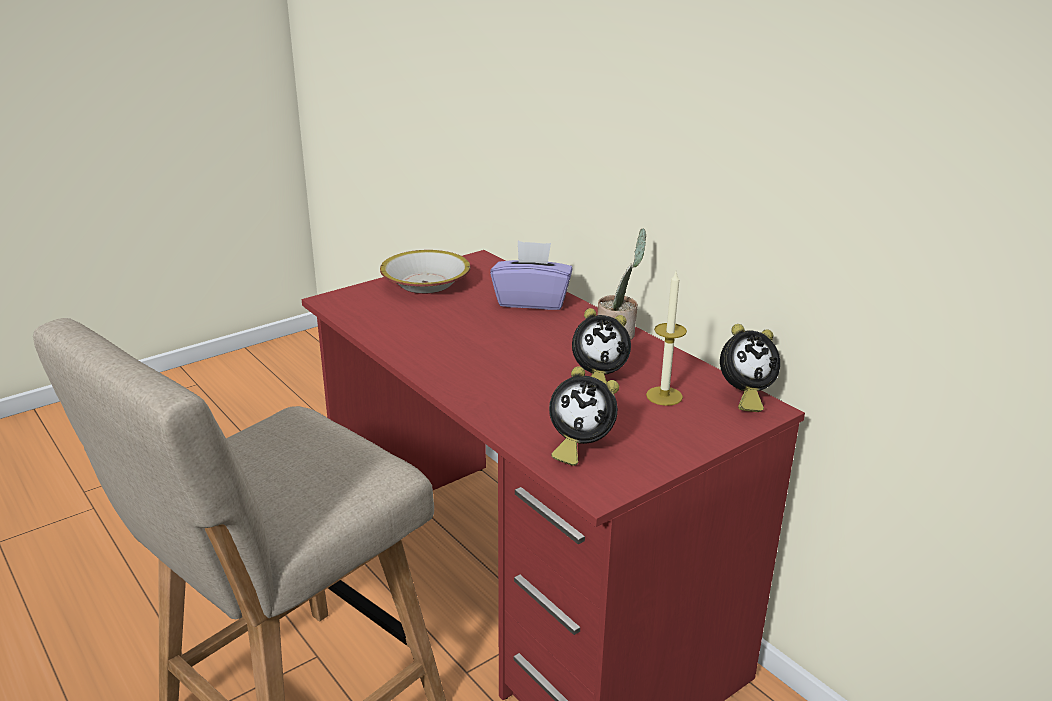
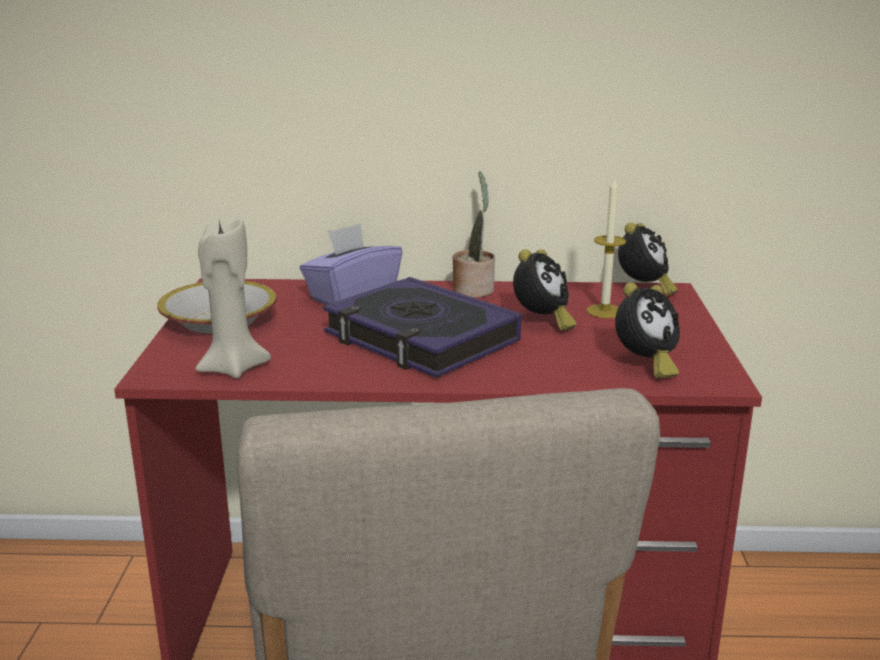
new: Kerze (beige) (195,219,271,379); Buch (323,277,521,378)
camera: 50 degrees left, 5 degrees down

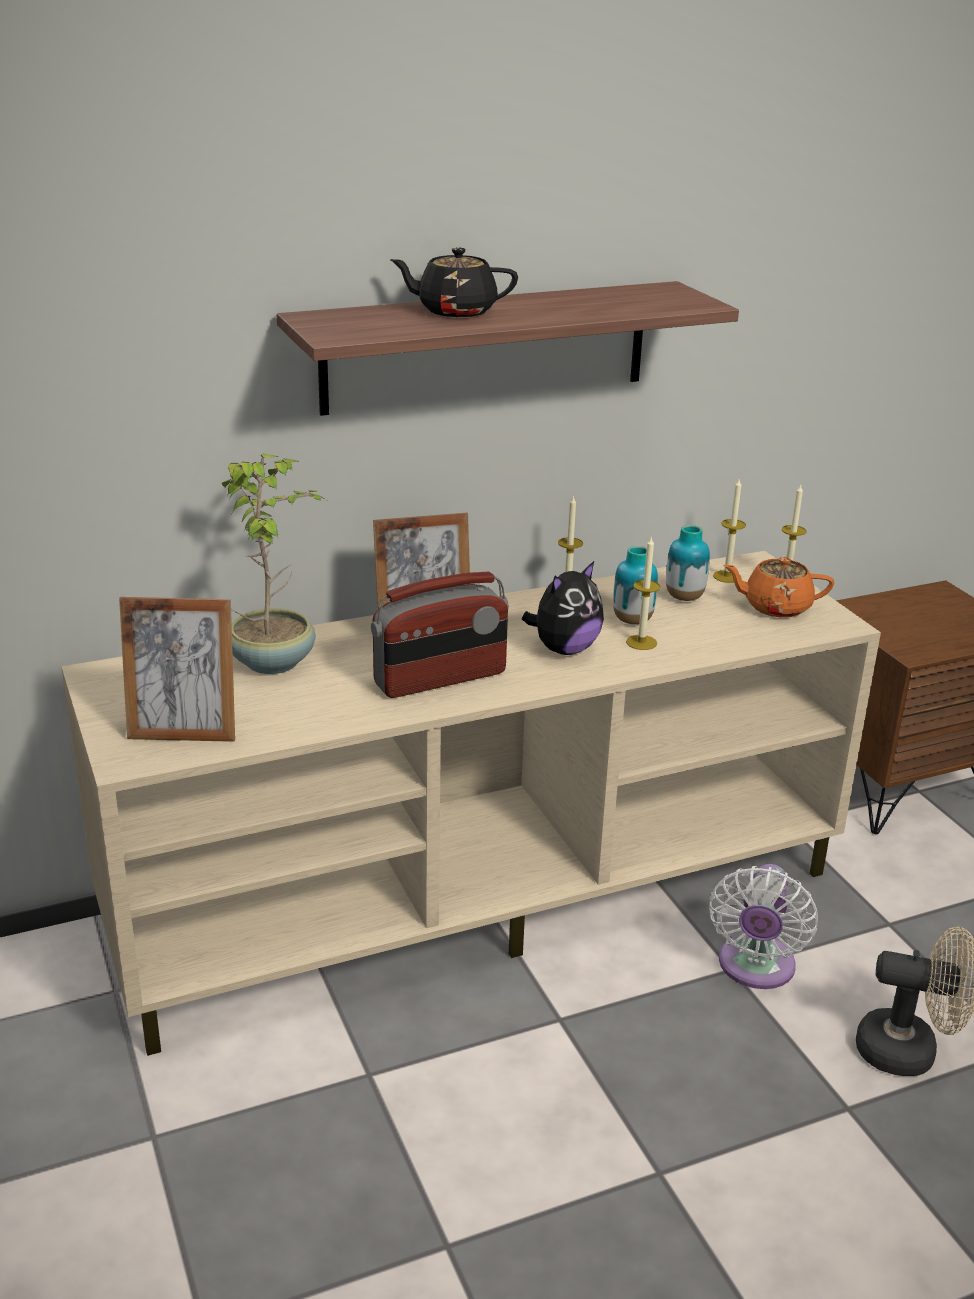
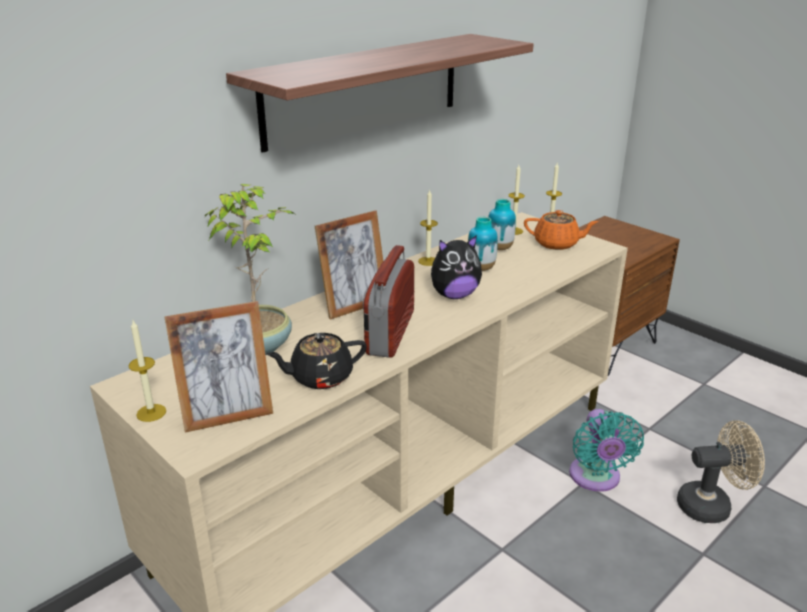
shifted: Teekanne (schwarz) (390,248,518,317) to (266,333,367,389); Kerze (626,537,660,650) to (128,321,166,422)
repainted: Ventilator (weiß) (709,864,818,989) to Ventilator (türkis) (569,409,644,492)
rotated: Teekanne (orange) (723,557,834,618) = (524,210,598,250) 150 degrees counterclockwise; Plüschtier (522,561,604,655) = (431,235,482,299) 45 degrees clockwise; Radio (371,572,509,698) = (363,245,414,358) 150 degrees clockwise
camera: 20 degrees left, 0 degrees up

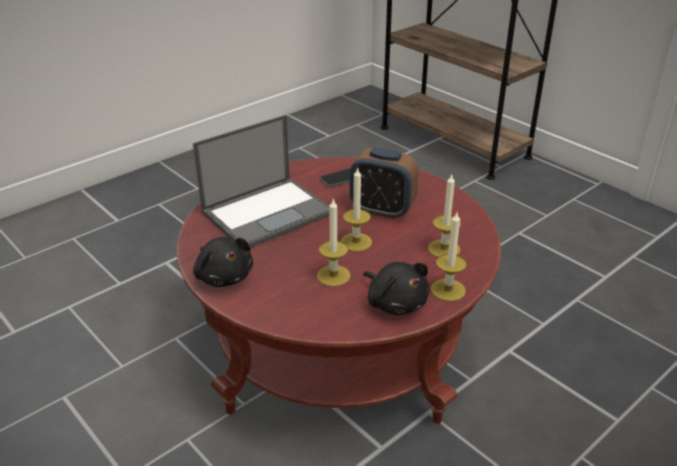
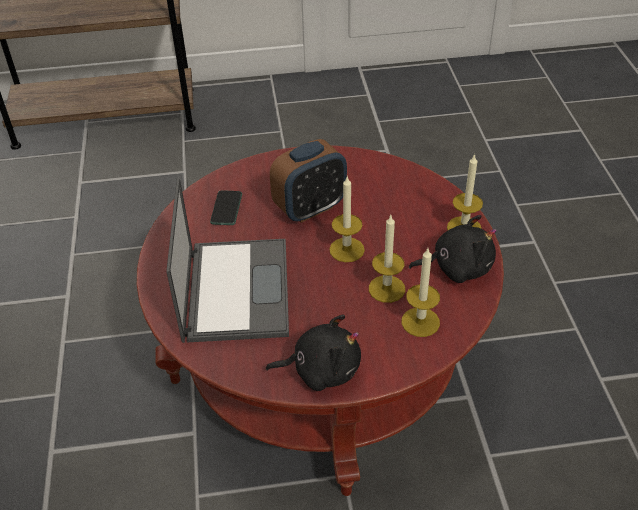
shifted: Kerze (428,175,461,257) to (402,248,440,337)
camera: 55 degrees left, 10 degrees up

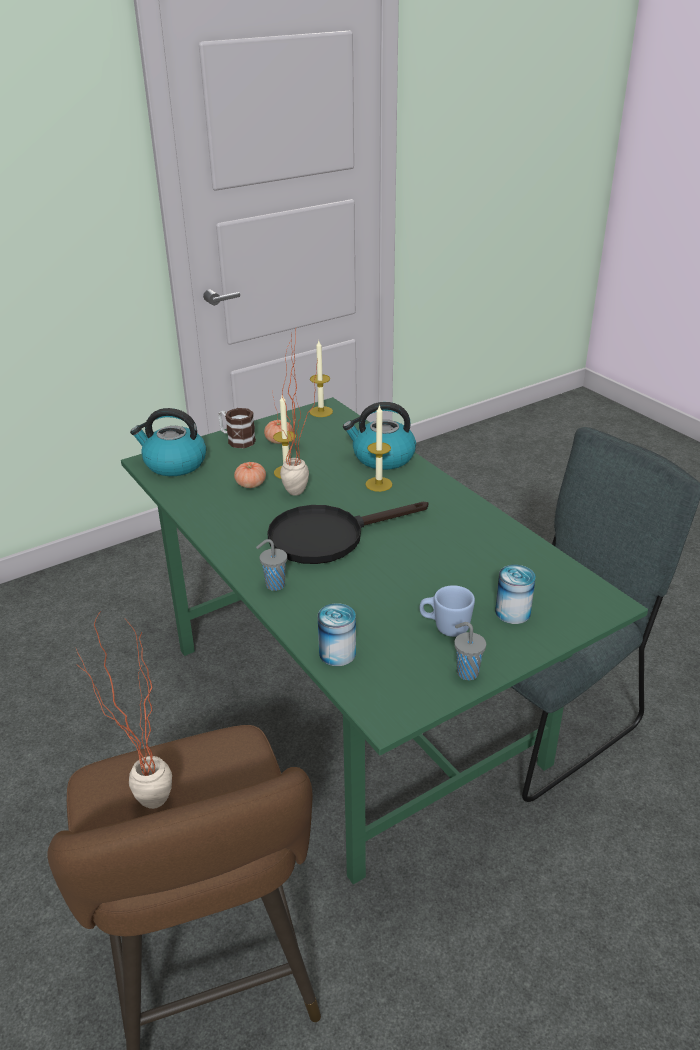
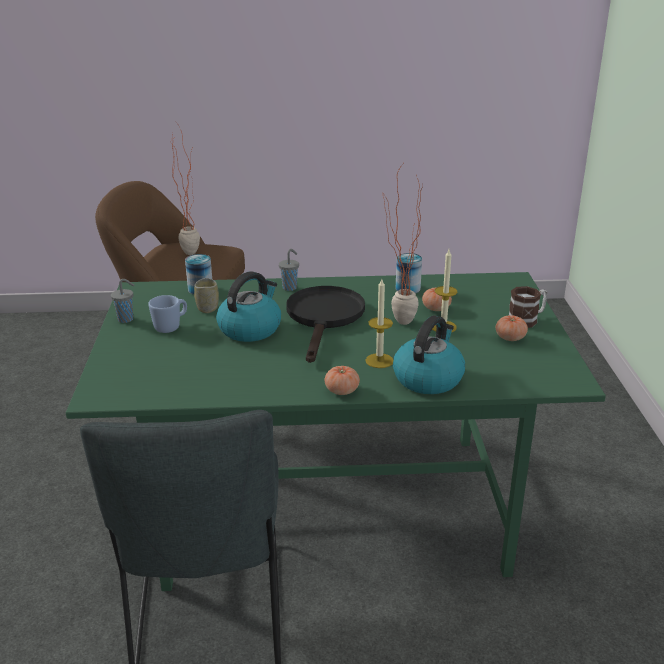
gone: Kerze (310,341,333,417)
new: Tasse (194,278,219,313); Tomate (325,366,360,395)
shifted: Wasserkessel (130,408,206,476) to (216,271,281,342); Dose (495,565,536,624) to (396,253,422,293)
camera: 120 degrees right, 5 degrees down

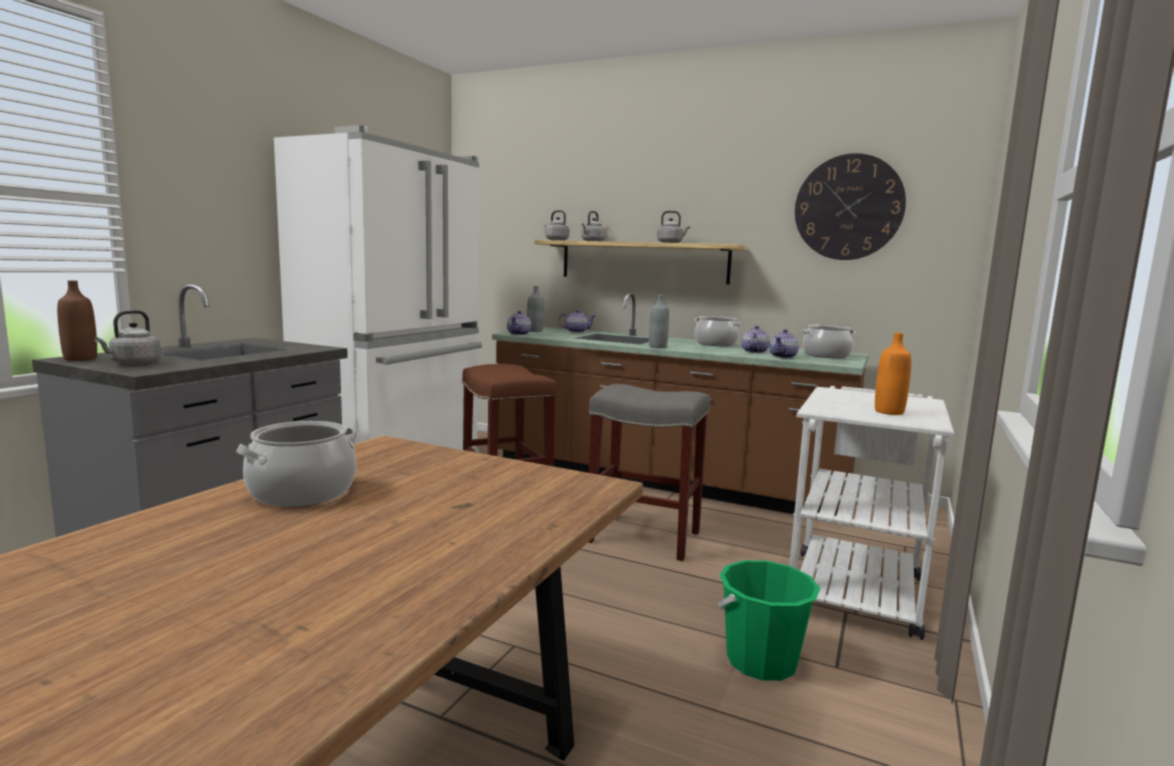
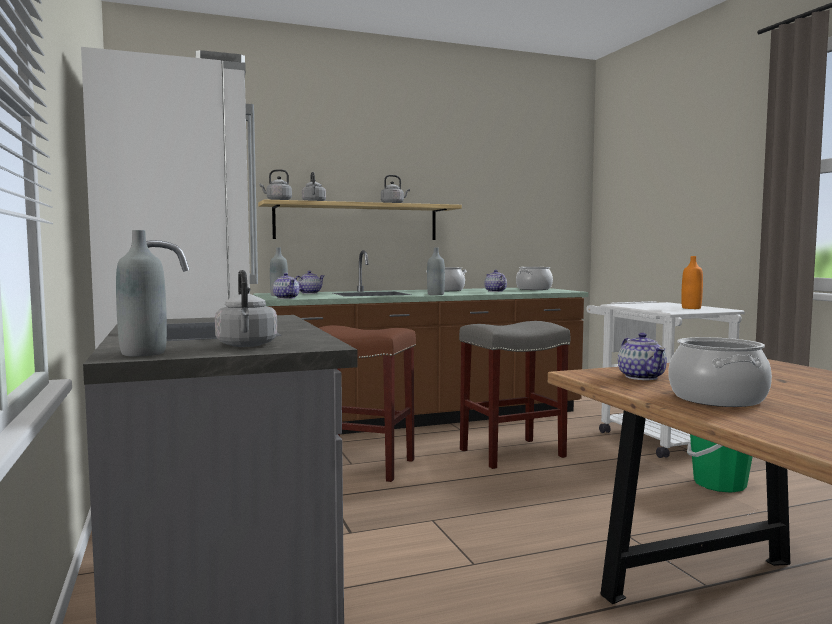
gone: Wanduhr (795,153,906,260)
shifted: Teekanne (769,329,799,358) to (618,332,667,380)
repainted: Flasche (braun) (57,281,97,361) to Flasche (grau) (116,230,167,357)
camera: 45 degrees left, 5 degrees down

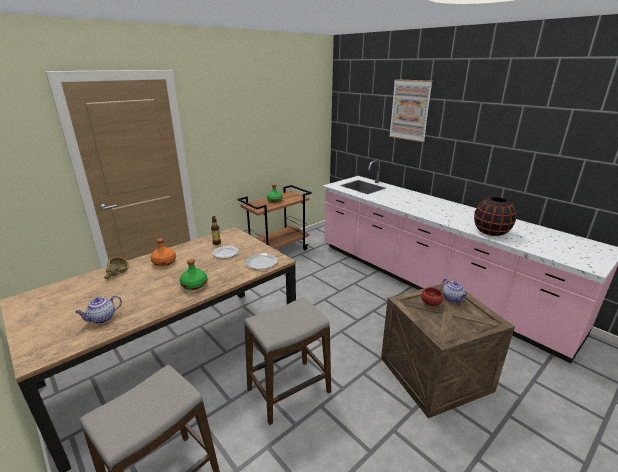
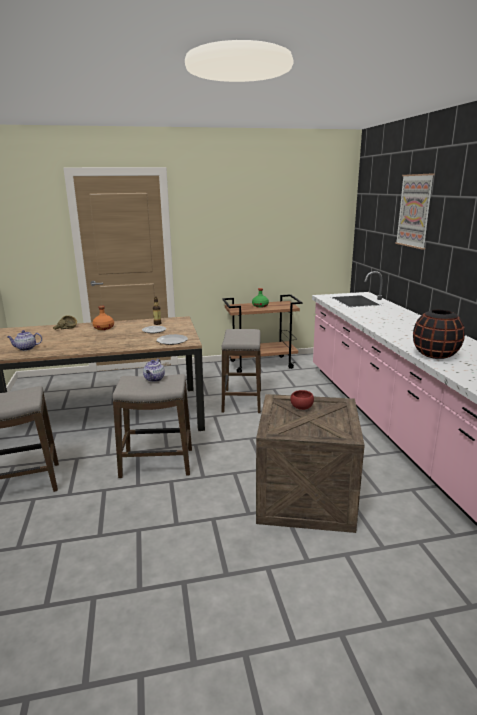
gone: Flasche (grün) (180,259,207,290)
new: Hocker (221,329,261,413)
shifted: Teekanne (443,278,467,303) to (143,359,165,382)
camera: 30 degrees right, 5 degrees down

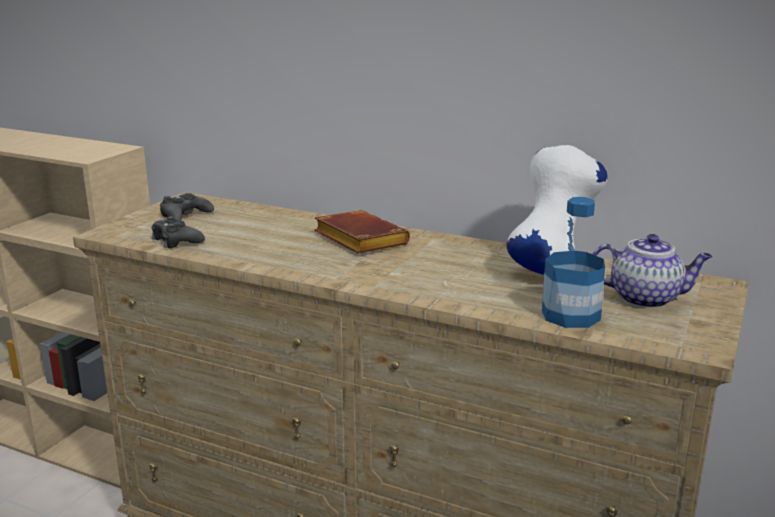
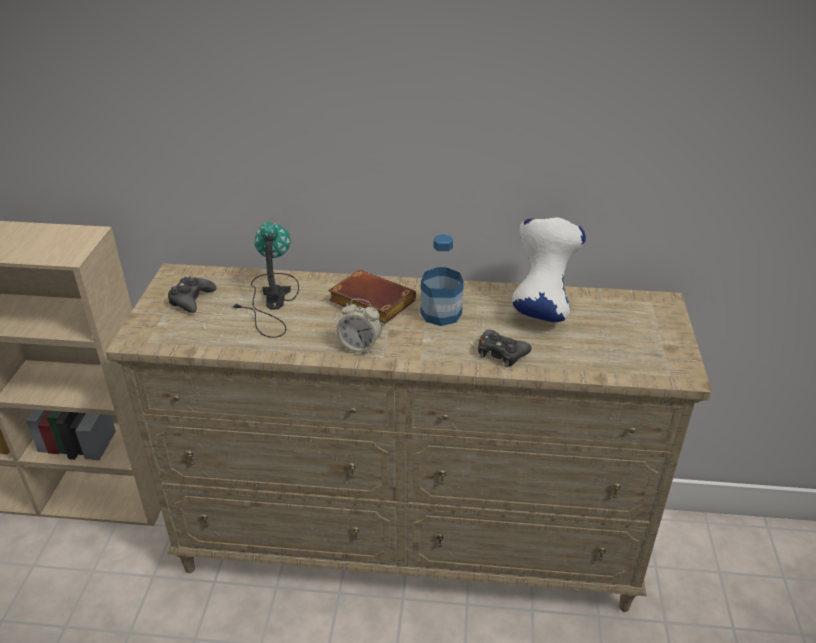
gone: Teekanne (592,234,713,308)
new: Tischlampe (232,222,299,338); Wecker (336,299,382,353)
shifted: Flasche (542,197,605,328) to (420,234,463,326); Gamepad (schwarz) (152,216,205,249) to (478,330,532,367)
camera: 20 degrees left, 15 degrees up

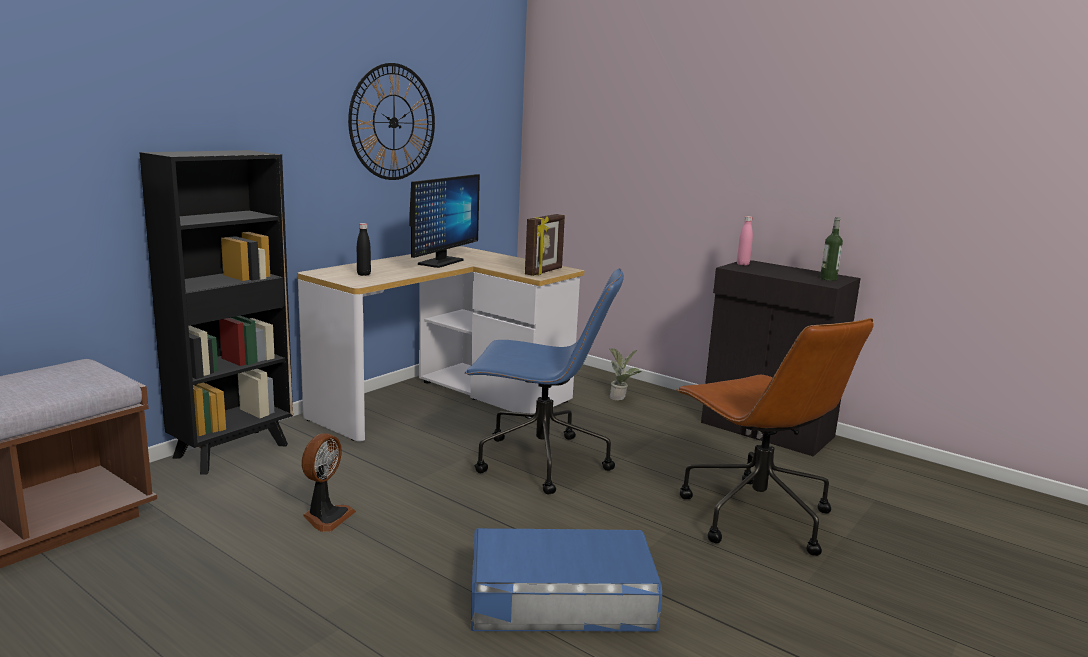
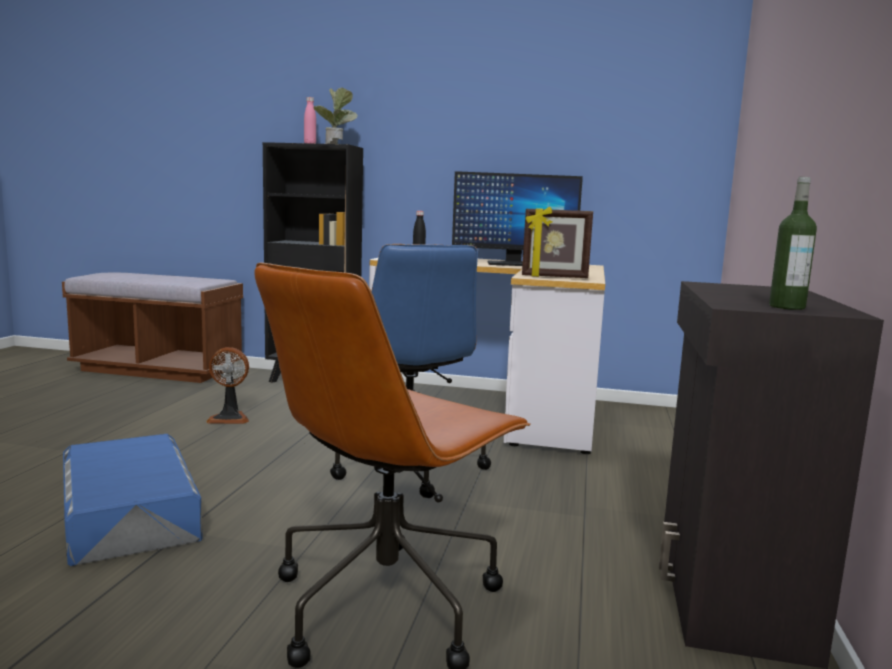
gone: Wanduhr (348,63,435,180)
shifted: Flasche (rosa) (737,216,753,266) to (304,97,316,144); Topfpflanze (609,348,642,401) to (313,87,357,144)
camera: 65 degrees right, 5 degrees down

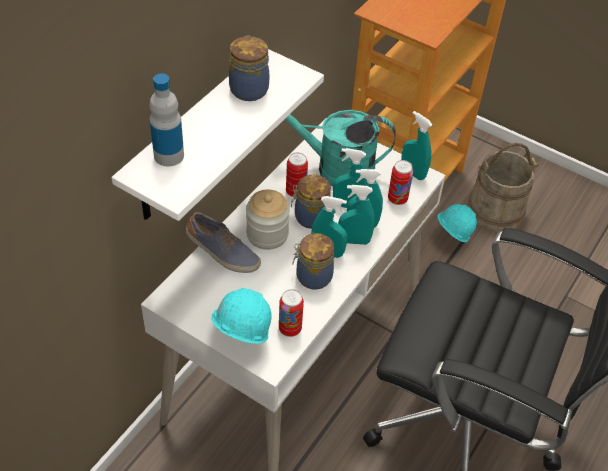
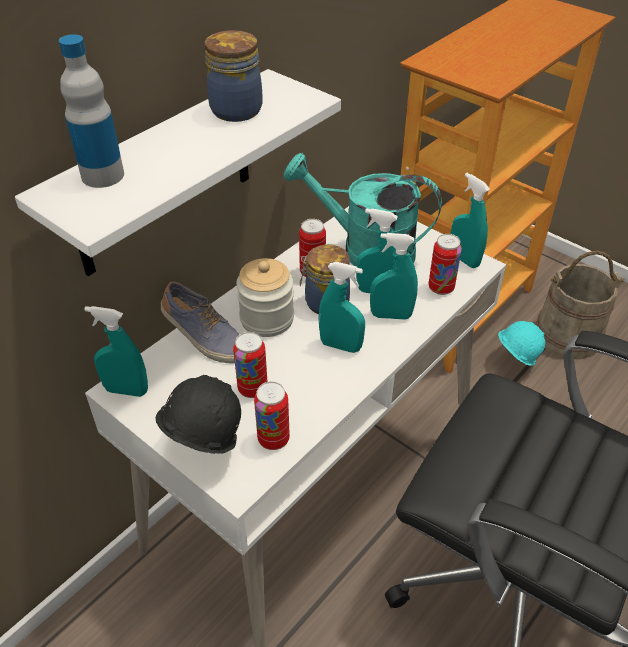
gone: Vorratsglas (292,233,334,290)
new: Dose (233,332,268,398)
shifted: Sprühflasche (türkis) (338,185,375,245) to (84,306,148,397)
repainted: Schutzhelm (türkis) (212,288,272,344) to Schutzhelm (schwarz) (155,375,241,454)
camera: 10 degrees right, 5 degrees down

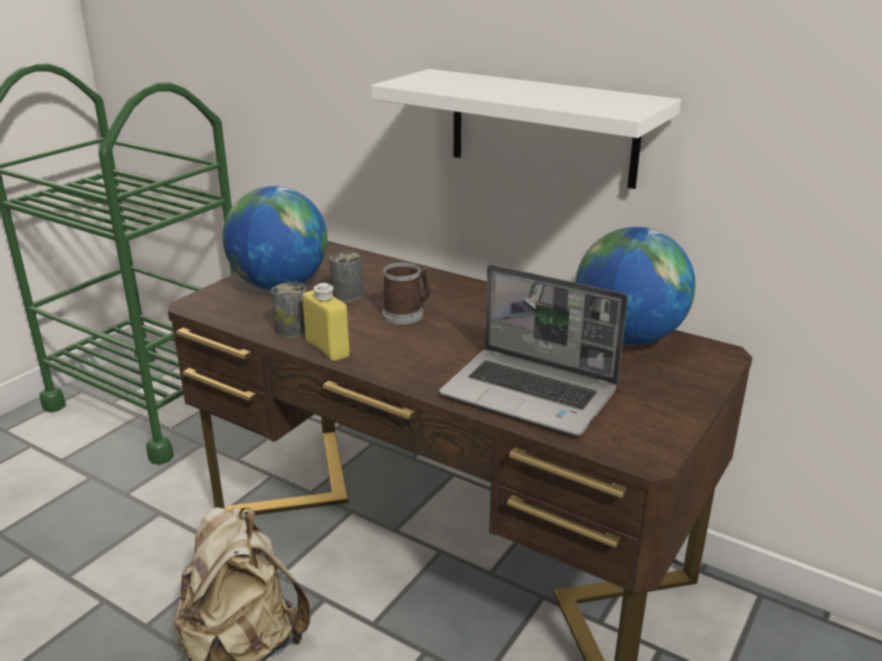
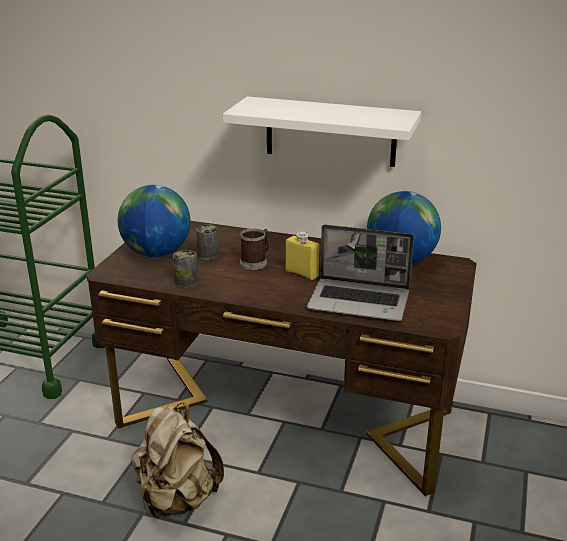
shifted: Flasche (gelb) (302,283,350,361) to (285,231,320,280)
camera: 15 degrees left, 0 degrees up

